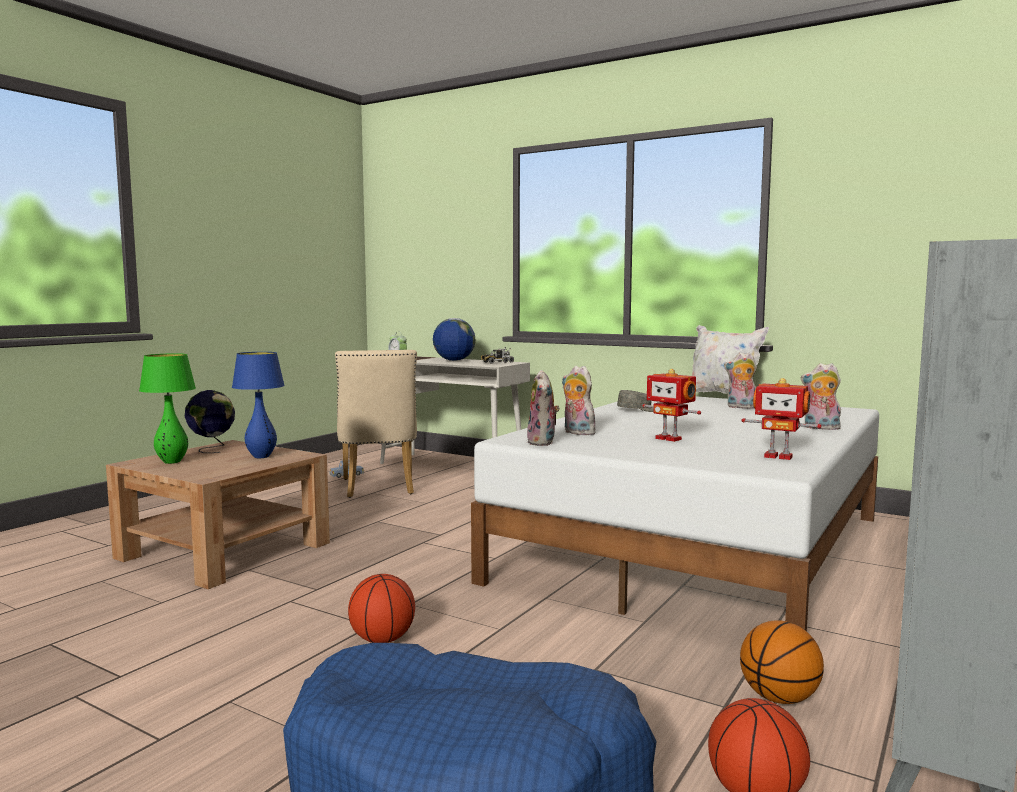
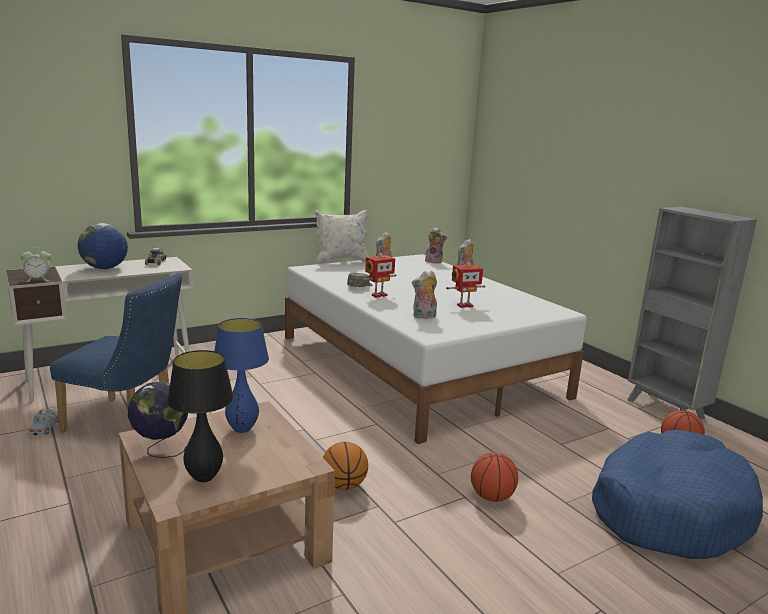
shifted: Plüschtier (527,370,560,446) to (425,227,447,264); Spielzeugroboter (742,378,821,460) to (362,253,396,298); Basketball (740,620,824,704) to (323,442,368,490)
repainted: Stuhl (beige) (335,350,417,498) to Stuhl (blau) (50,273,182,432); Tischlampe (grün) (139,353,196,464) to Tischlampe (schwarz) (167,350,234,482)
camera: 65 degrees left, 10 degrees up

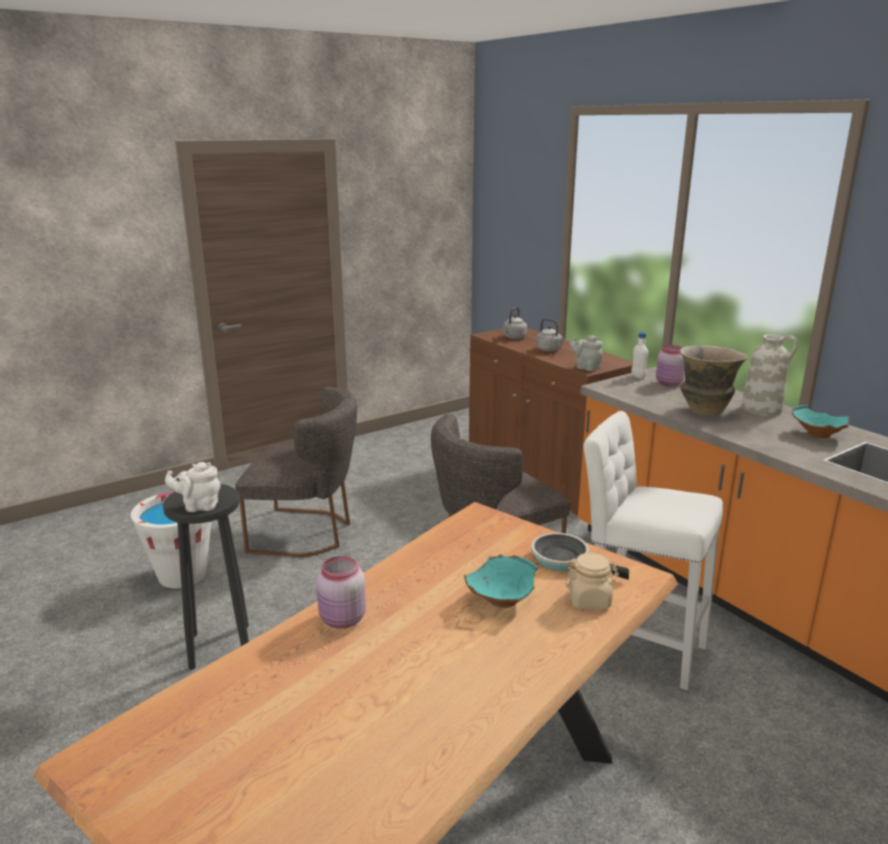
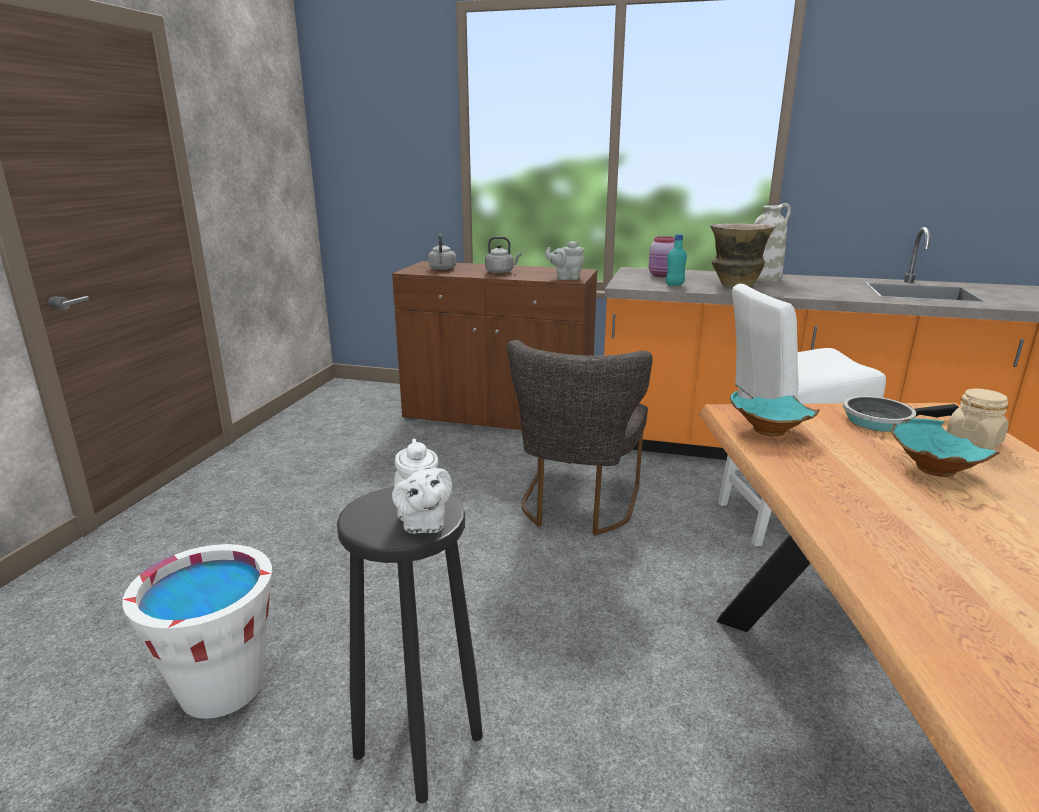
gone: Flasche (weiß) (631,332,648,379); Stuhl (grau) (235,387,357,557); Vorratsglas (rosa) (317,556,366,629)
new: Flasche (türkis) (666,234,687,286)
shifted: Schüssel (türkis) (792,405,850,439) to (730,391,820,436)
rotated: Teekanne (weiß) (165,462,221,512) = (392,438,452,534) 60 degrees counterclockwise
camera: 40 degrees left, 0 degrees up

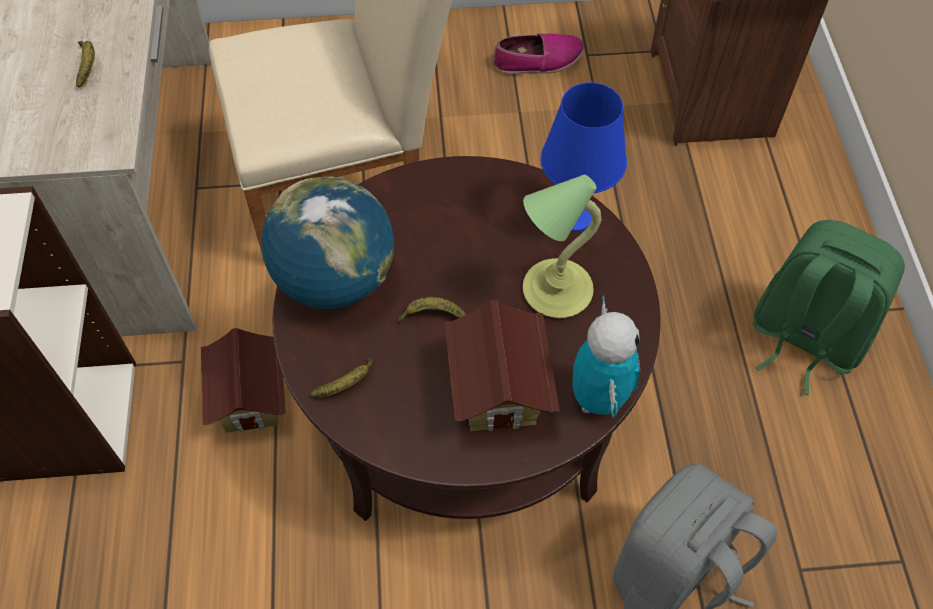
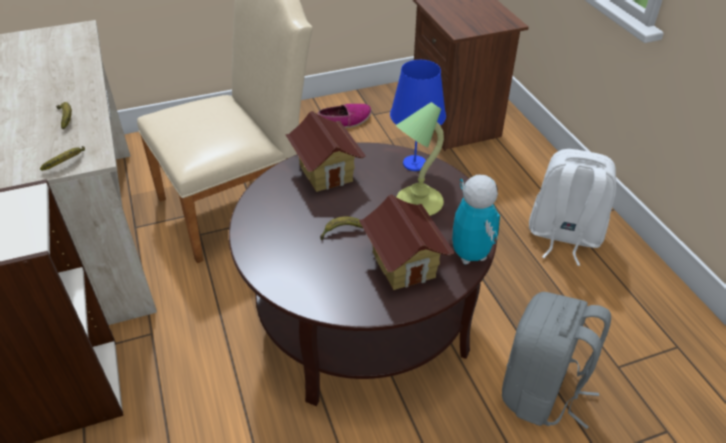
gone: Globus (261,176,394,309)
shifted: Spielzeughaus (201,328,286,433) to (285,111,366,192); Banane (311,357,372,398) to (40,146,85,171)
repainted: Rucksack (grün) (753,220,905,396) to Rucksack (weiß) (529,149,616,266)
camera: 15 degrees left, 15 degrees down

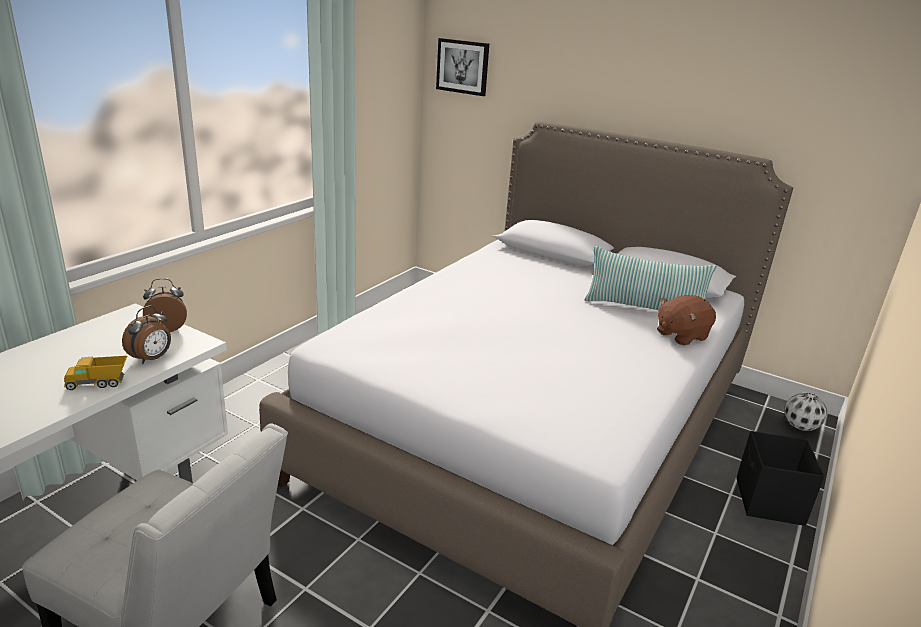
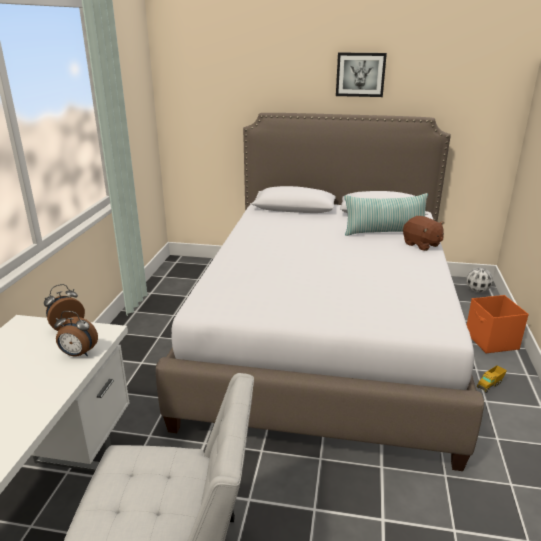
shifted: Bild (436,38,489,96) to (336,53,387,97); Spielzeuglaster (64,356,127,390) to (477,365,507,393)
repainted: Aufbewahrungsbox (schwarz) (736,431,824,526) to Aufbewahrungsbox (orange) (467,295,529,353)
rotated: Plüschtier (braun) (657,295,716,346) = (403,216,444,251) 75 degrees counterclockwise; Wecker (122,306,171,364) = (54,311,98,356) 90 degrees clockwise
camera: 20 degrees left, 0 degrees up

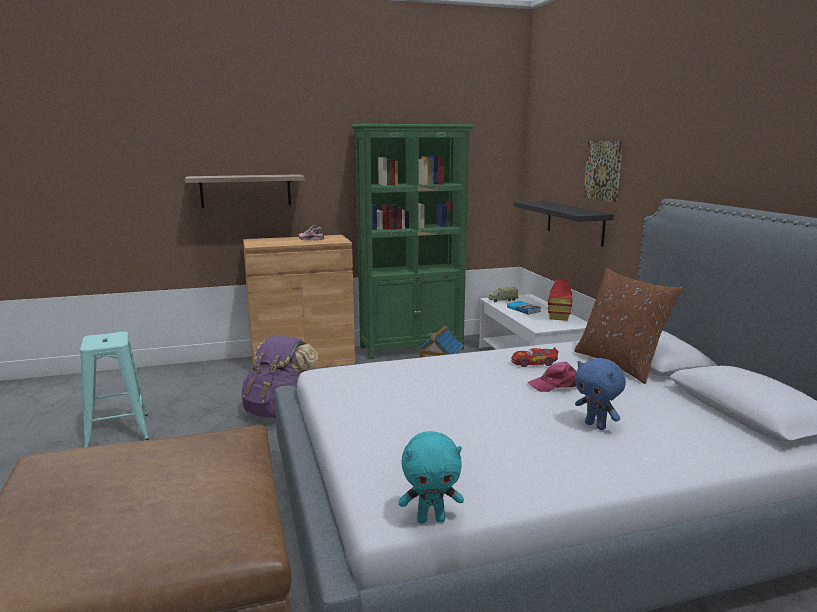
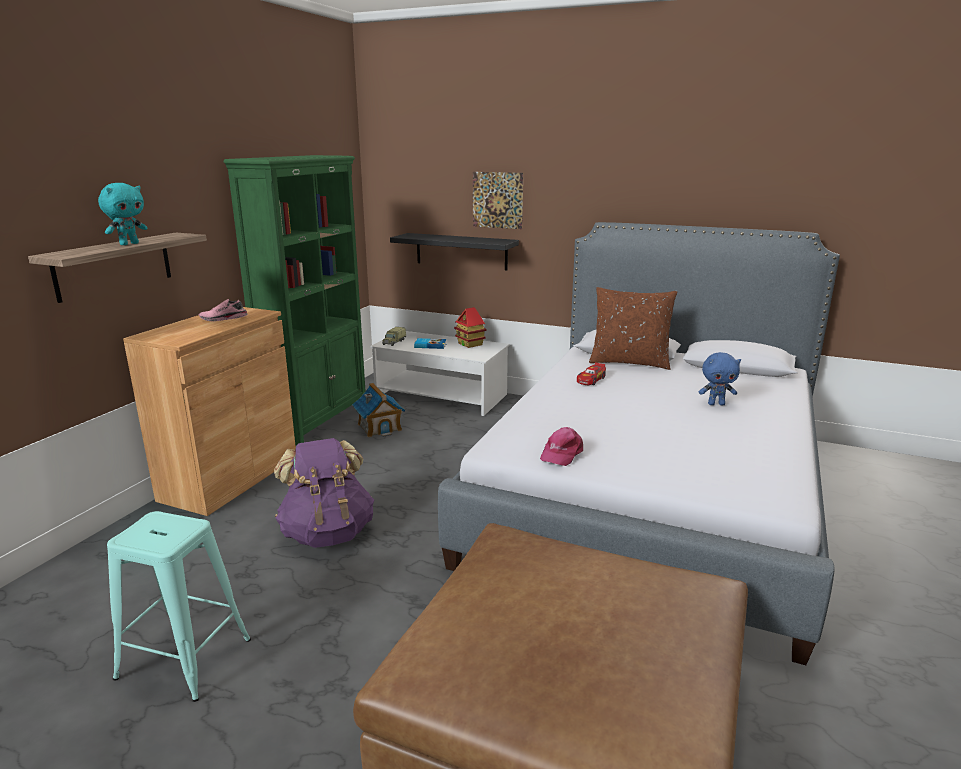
shifted: Kappe (rosa) (528,362,576,392) to (540,427,583,466); Plüschtier (türkis) (398,431,464,524) to (98,183,147,245)
camera: 50 degrees left, 5 degrees up

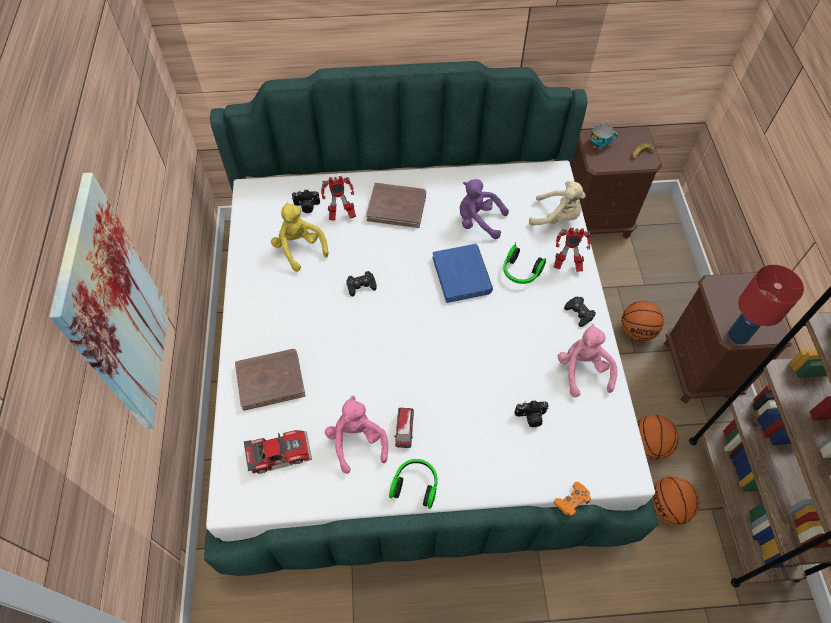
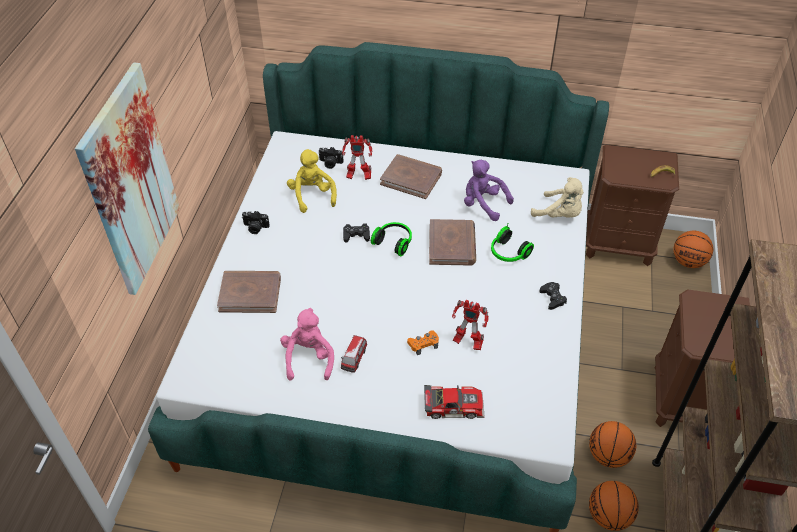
gone: Tasse (591,123,618,149); Tischlampe (rot) (728,265,804,344); Plüschtier (rosa) (558,324,617,397)
shifted: Spielzeugroboter (554,228,591,272) to (452,300,489,350); Basketball (622,301,664,341) to (673,231,713,268); Kamera (515,401,549,427) to (242,211,270,234); Spielzeugauto (244,430,312,473) to (424,385,485,419); Kopfhörer (389,459,438,509) to (371,222,412,256); Gamepad (orange) (554,482,591,518) to (407,330,439,355)
repainted: Buch (blau) (433,244,493,303) to Buch (braun) (429,219,476,266)
camera: 15 degrees right, 10 degrees down

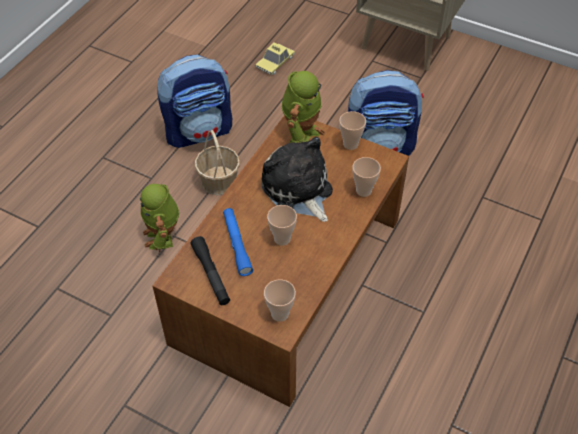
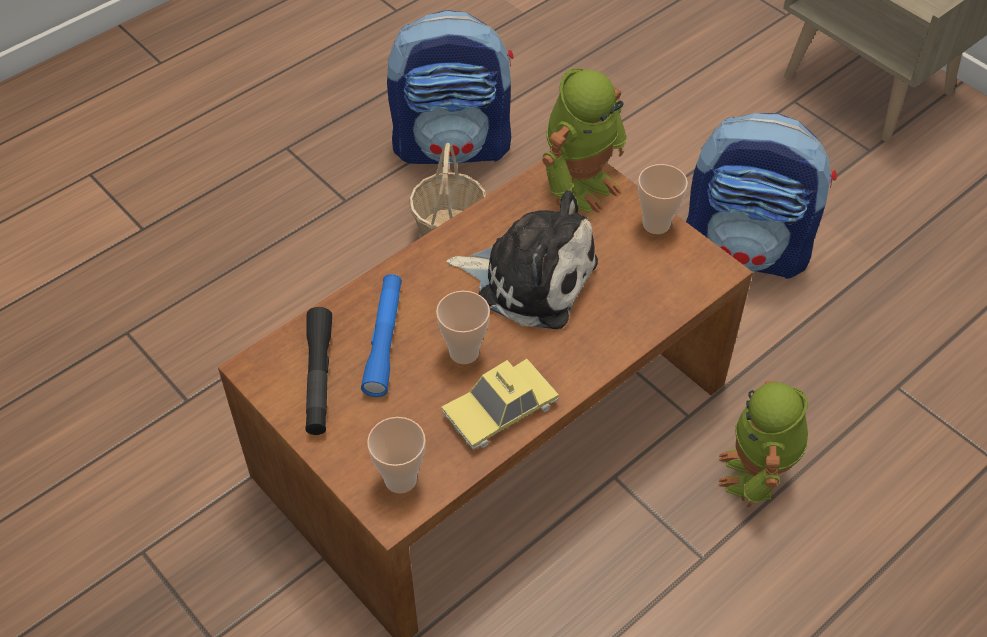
gone: Tasse (352,157,381,197)
shifted: Spielzeugauto (255,42,295,75) to (442,359,559,450); Spielzeugroboter (140,184,179,252) to (719,381,808,507)
rotated: Plüschtier (262,137,333,222) = (447,190,598,329) 120 degrees clockwise
camera: 20 degrees right, 0 degrees up

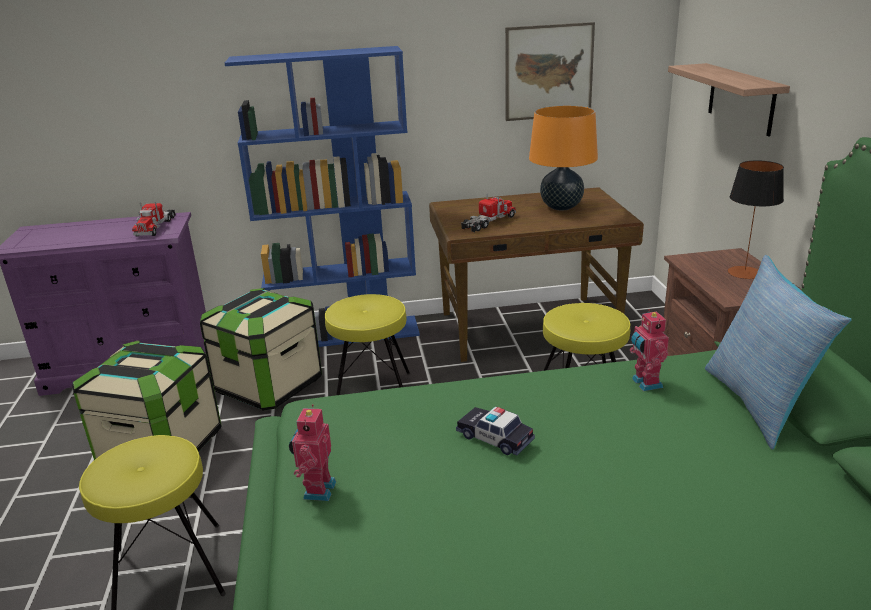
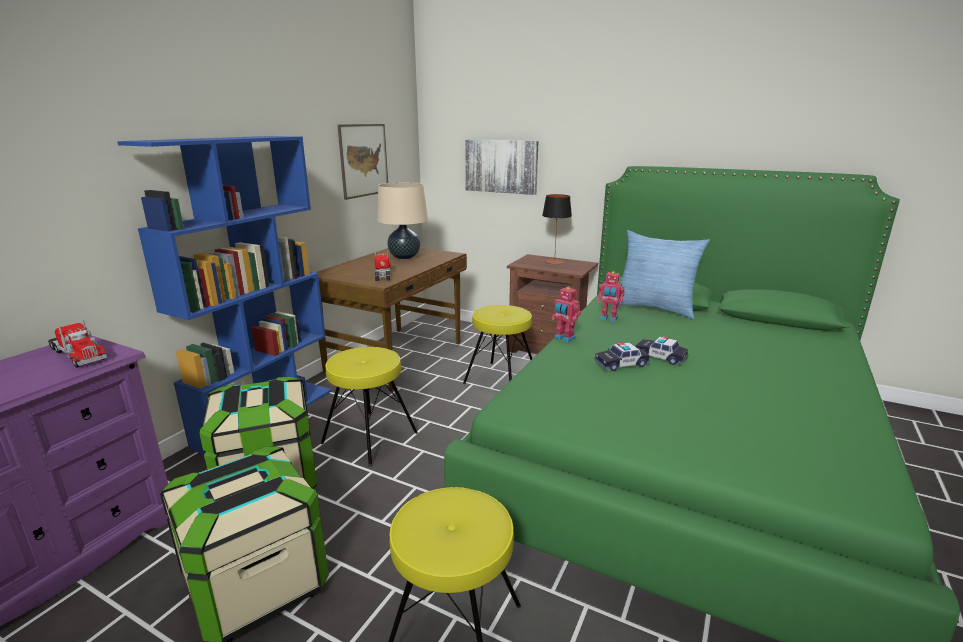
new: Spielzeugauto (635,336,689,365)
shifted: Spielzeugroboter (289,404,336,501) to (552,286,581,342)
swapped: Wandregal (668,63,790,136) to Bild (465,140,538,195)
repainted: Tischlampe (orange) (529,105,598,210) to Tischlampe (beige) (377,182,428,259)
camera: 55 degrees left, 5 degrees down

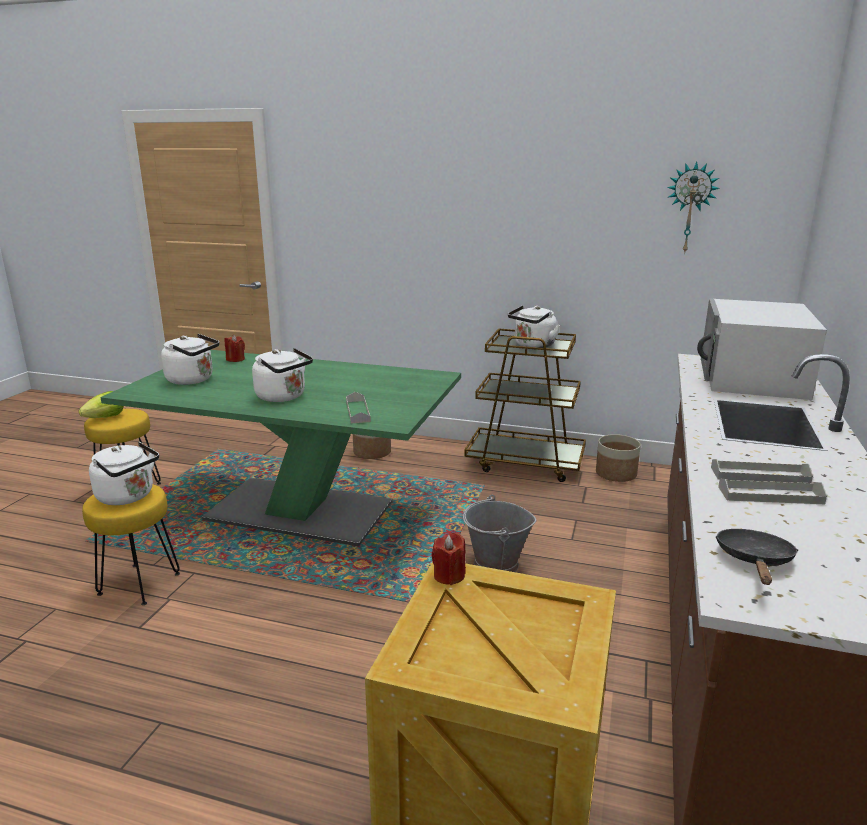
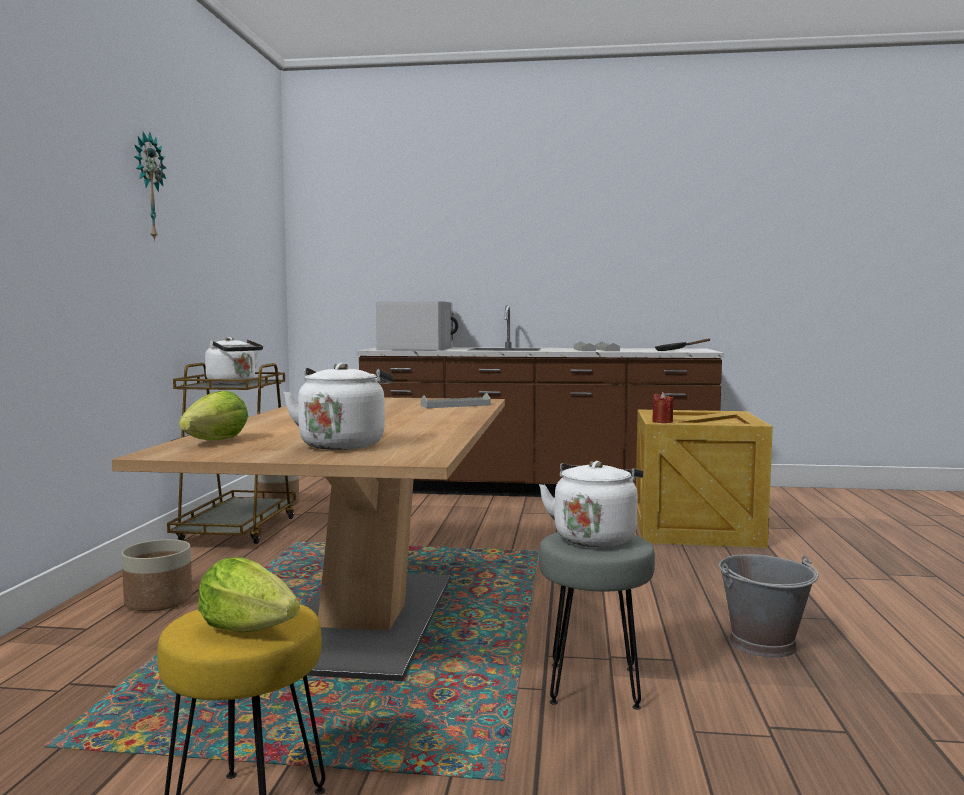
gone: Wasserkessel (weiß) (252,348,313,402)
shifted: Wanduhr (667,161,720,254) to (134,132,167,241); Eimer (grau) (463,495,536,572) to (719,555,819,658)
swapped: Kerze (rot) (225,335,245,362) to Salatkopf (179,391,248,440)
repainted: Esstisch (grün) (100,350,461,546) to Esstisch (braun) (112,398,505,681); Hocker (gelb) (82,484,180,605) to Hocker (grau) (539,532,655,710)
rotated: Mikrowelle (weiß) (697,299,827,400) = (376,301,459,351) 90 degrees counterclockwise
camera: 100 degrees left, 15 degrees down

